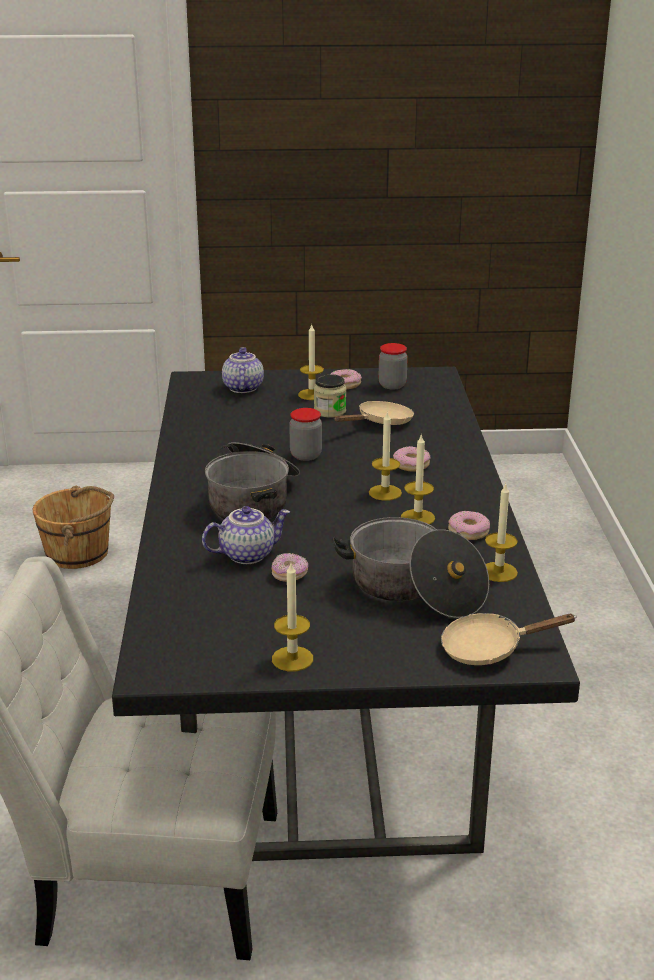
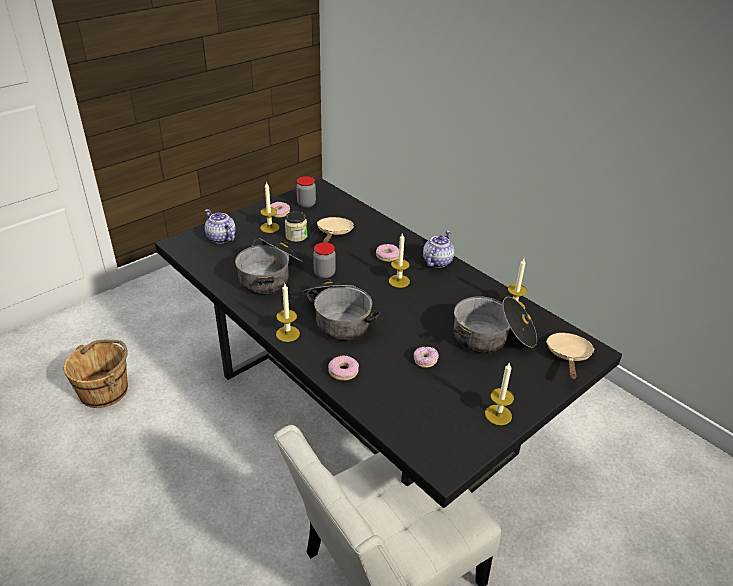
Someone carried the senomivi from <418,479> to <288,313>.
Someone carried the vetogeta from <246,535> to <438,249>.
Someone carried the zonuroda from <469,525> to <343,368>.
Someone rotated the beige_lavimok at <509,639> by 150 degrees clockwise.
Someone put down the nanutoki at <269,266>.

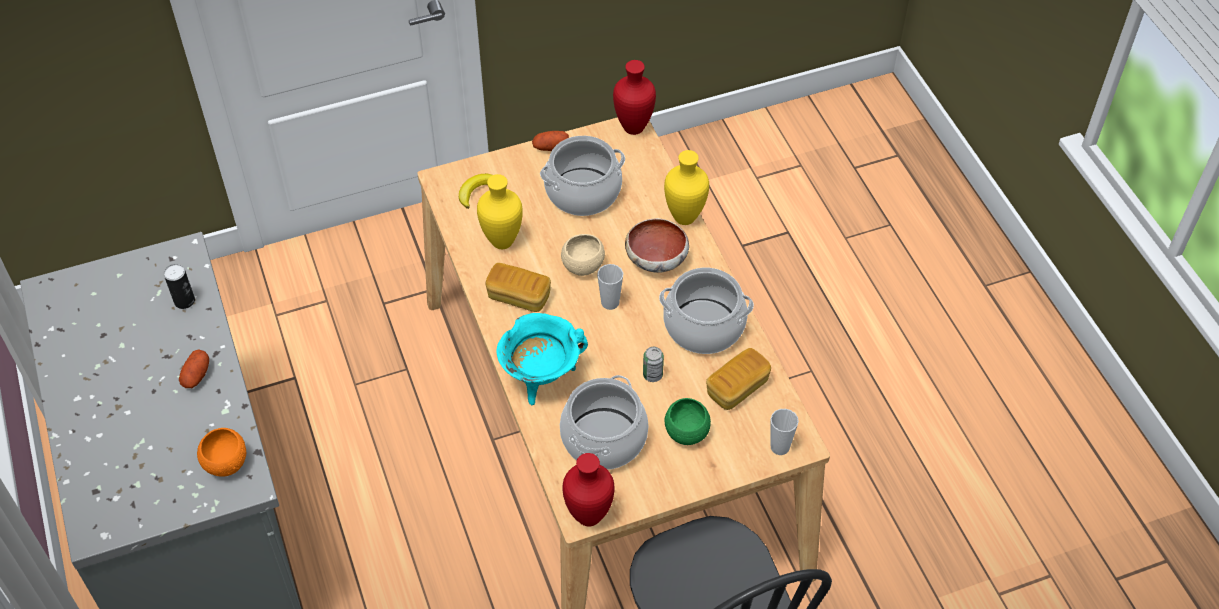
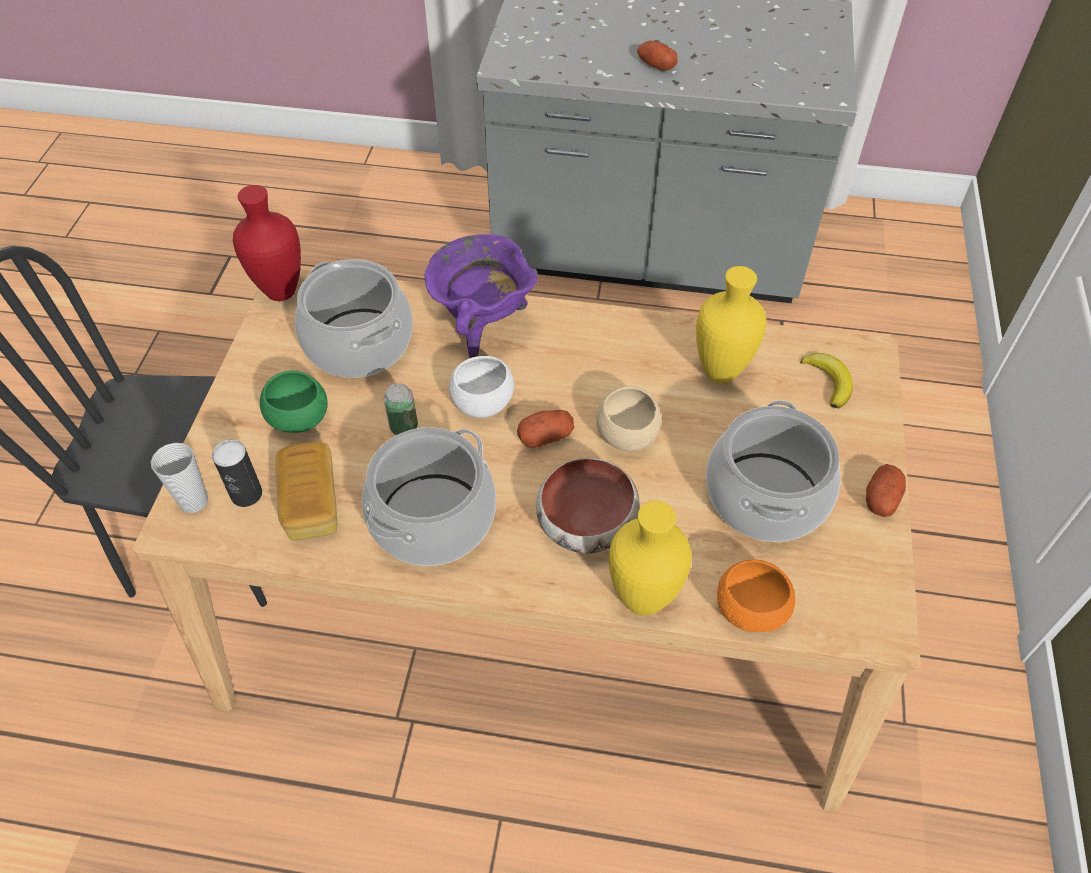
Someone took away the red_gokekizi at <634,97>.
Someone took away the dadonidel at <518,287>.
Someone carried the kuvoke from <179,286> to <237,473>.
Someone swapped the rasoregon at <610,287> for the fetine at <545,429>.
Someone repainted the turquoise_nanutoki at <542,359>, which became the purple_nanutoki at <481,296>.
Someone carried the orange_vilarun from <221,452> to <756,596>.
Someone put down the white_vilarun at <481,387>.

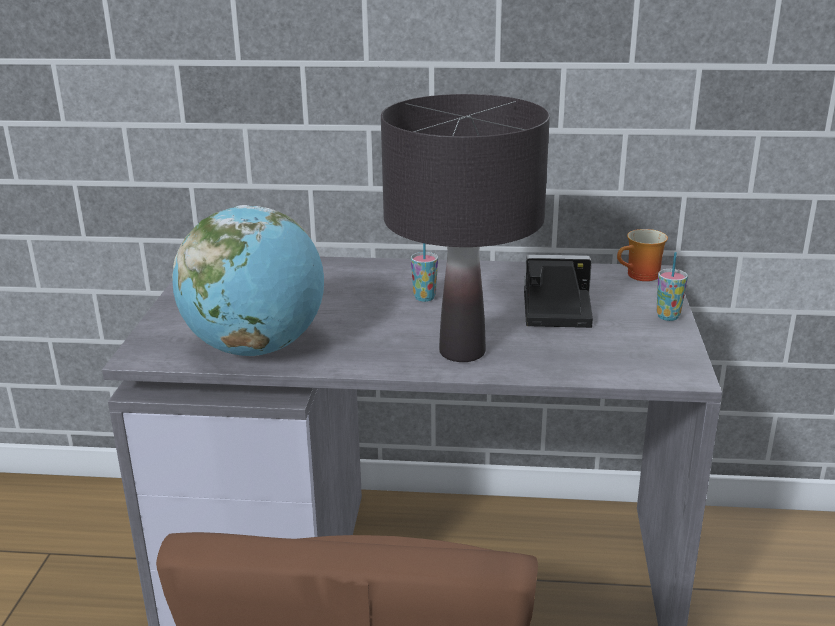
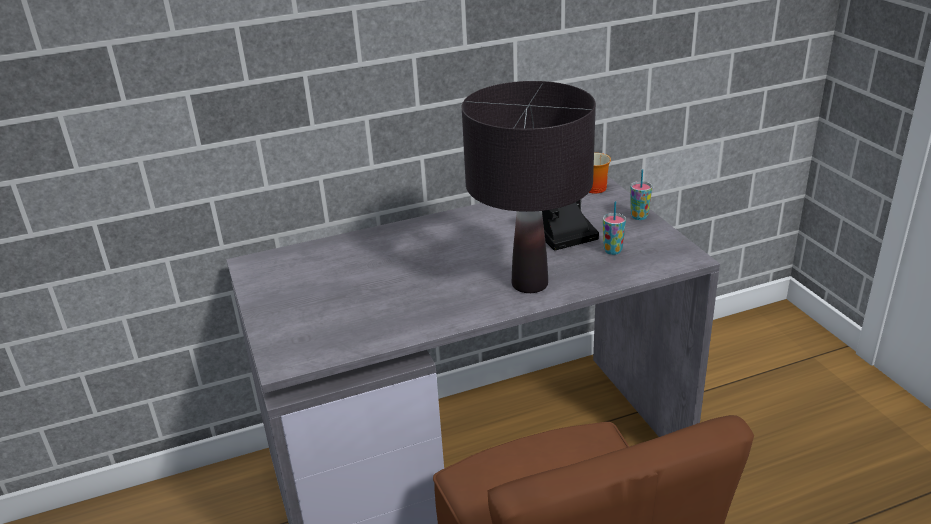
Someone took away the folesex at <248,280>.
Someone carried the rasoregon from <424,272> to <614,228>.

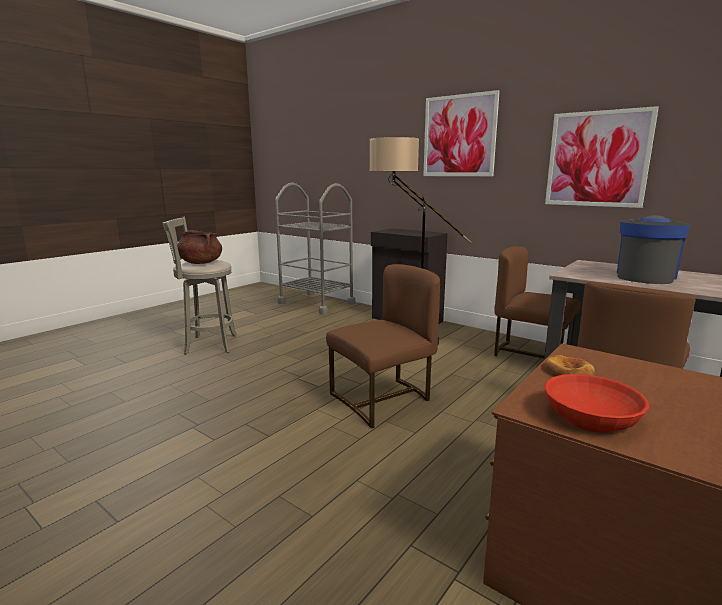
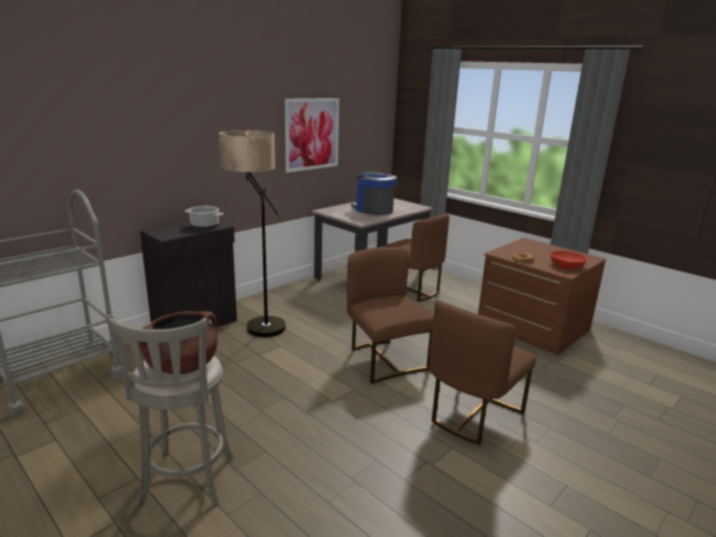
Someone took away the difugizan at <461,133>.
Someone carried the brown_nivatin from <537,302> to <482,372>.
Someone put down the nanutoki at <204,217>.

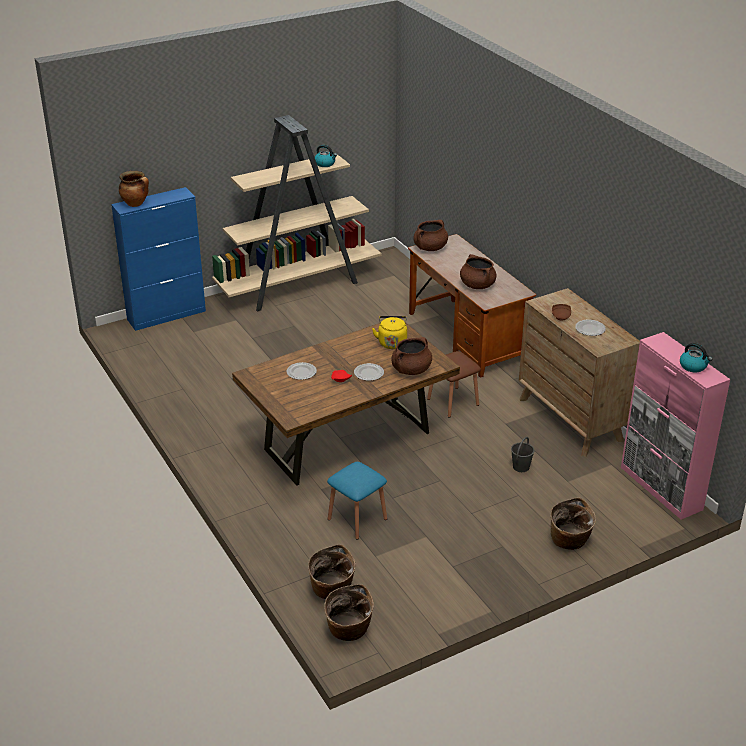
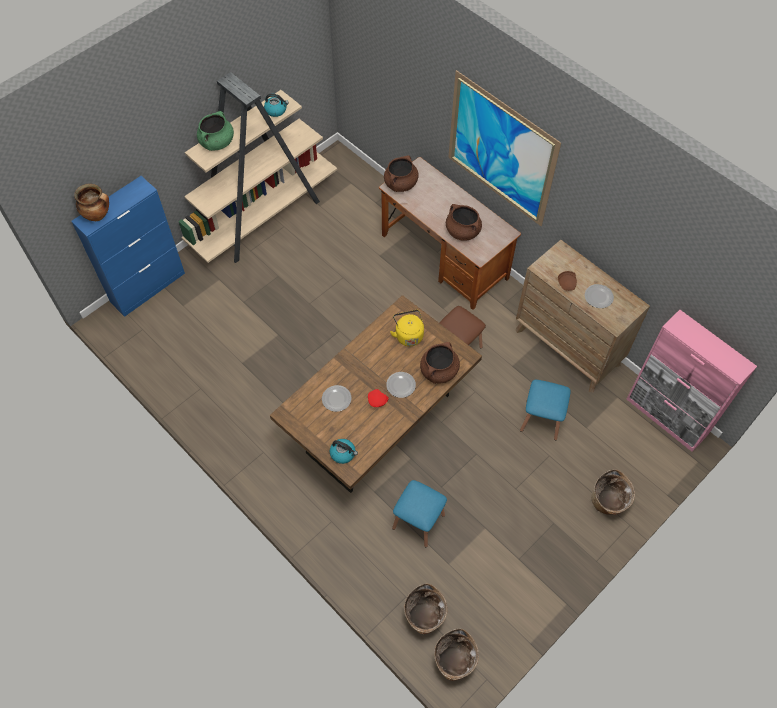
Someone carried the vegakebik from <696,358> to <344,451>.
Someone swapped the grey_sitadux at <523,454> for the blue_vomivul at <545,410>.
Someone put up the difugizan at <504,148>.
Someone put down the green_nanutoki at <215,131>.

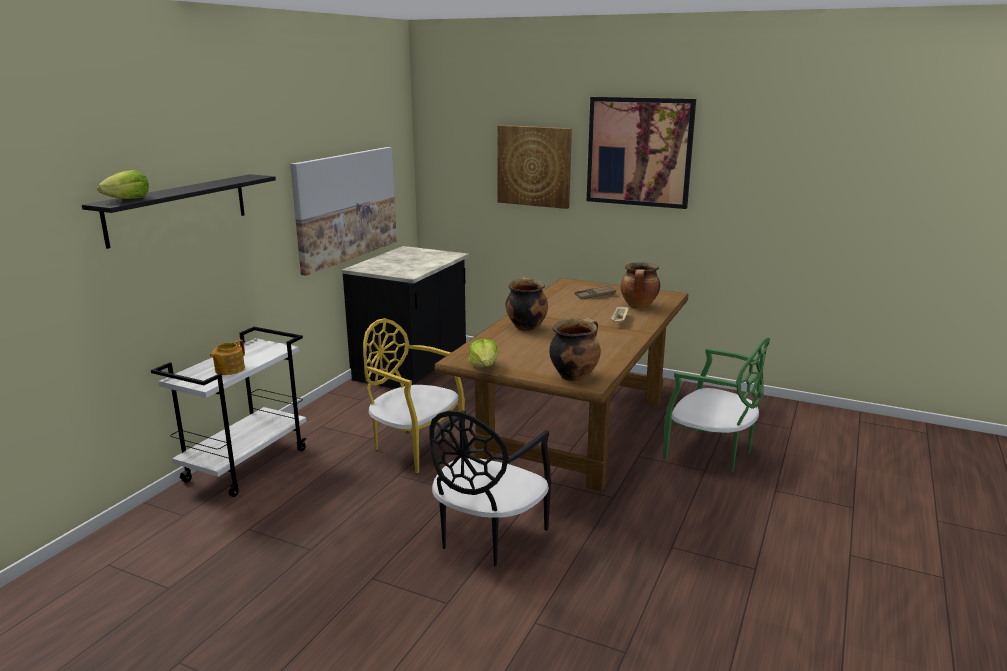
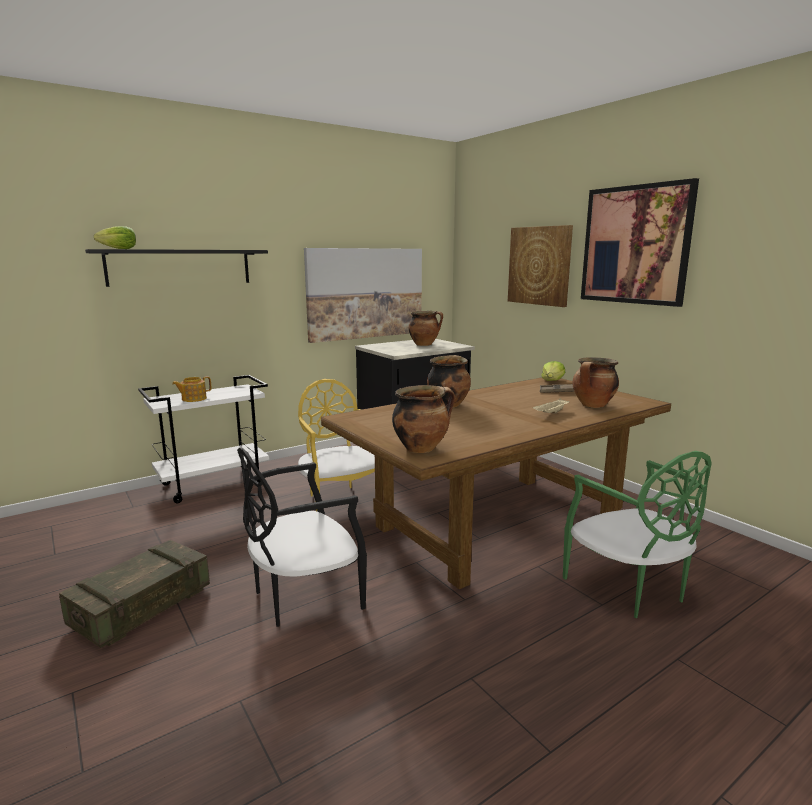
Someone carried the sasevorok from <483,353> to <553,371>.
Someone put down the nanutoki at <425,328>.
Someone put down the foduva at <134,594>.

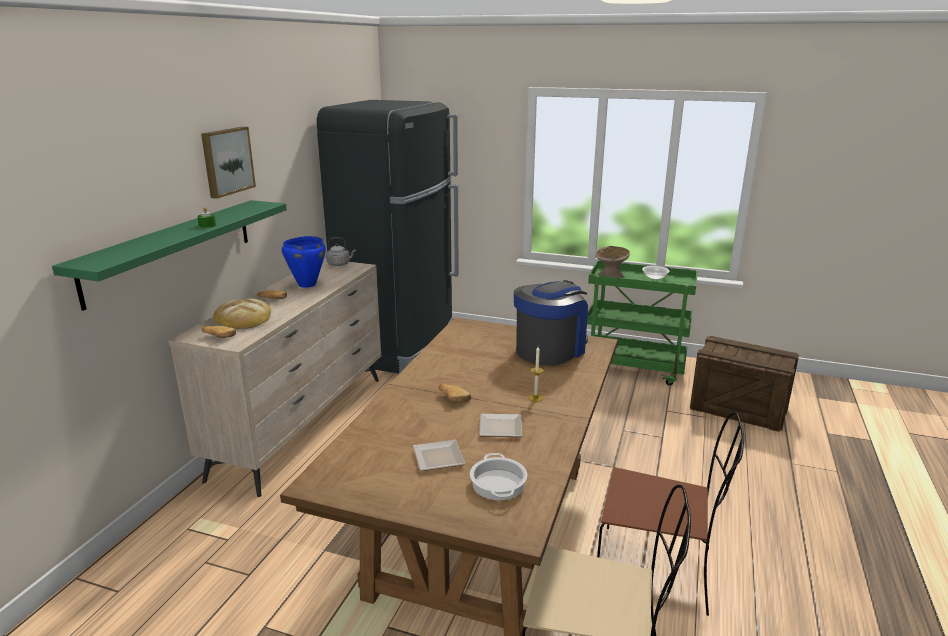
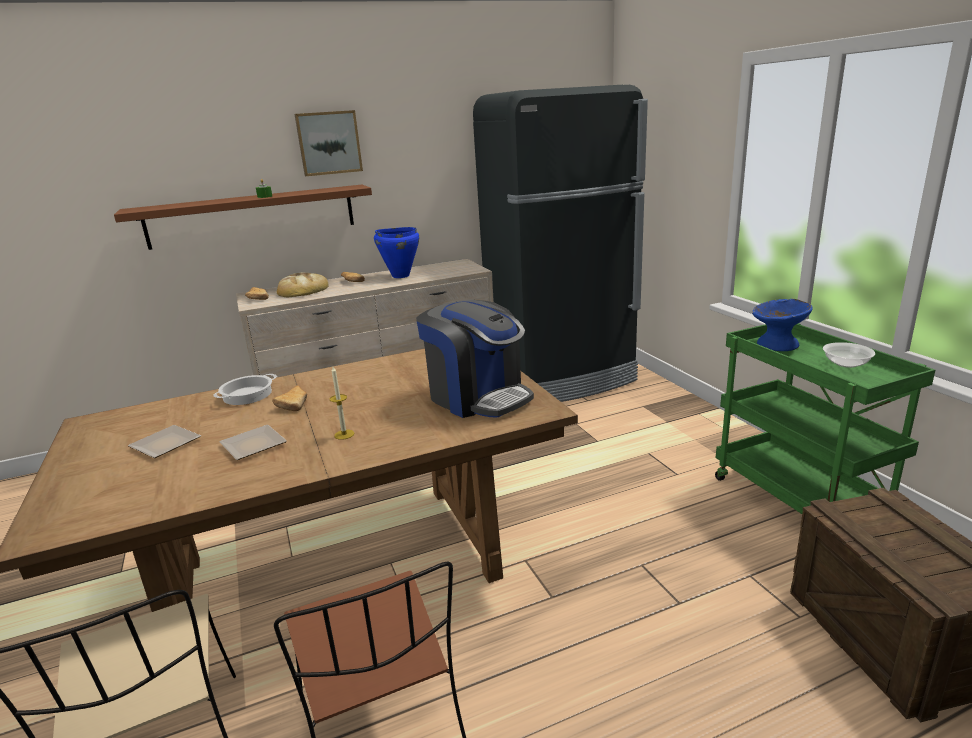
Someone repainted the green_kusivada at <169,255>, which became the brown_kusivada at <243,217>.
Someone took away the grey_vegakebik at <341,251>.
Someone repainted the beige_vilarun at <612,262>, which became the blue_vilarun at <782,325>.
Someone rotated the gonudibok at <551,323> by 45 degrees clockwise.
Someone carried the nanutoki from <498,476> to <245,389>.

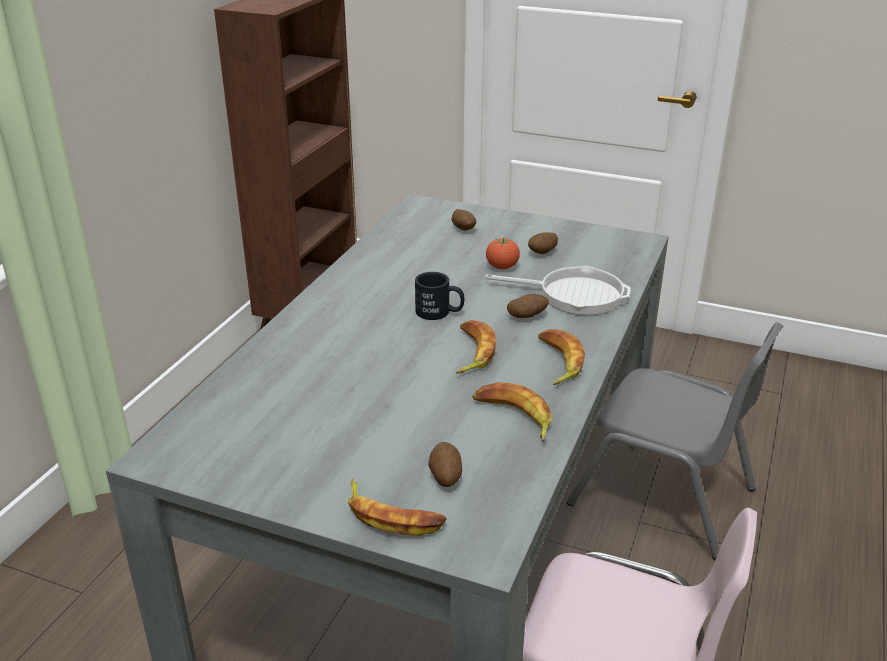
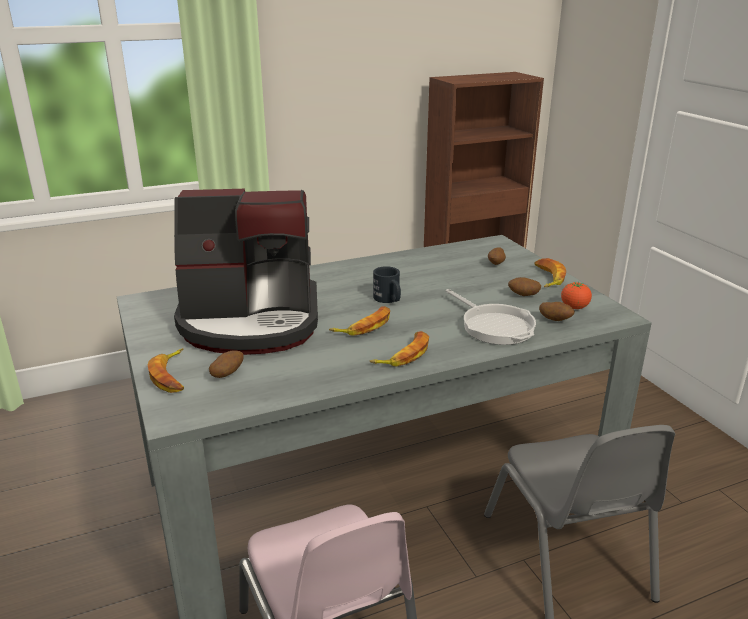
Someone carried the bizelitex from <503,253> to <576,295>.
Someone carried the fetine from <528,306> to <557,311>.
Someone carried the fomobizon from <512,412> to <550,272>.
Someone put down the gonudibok at <246,272>.

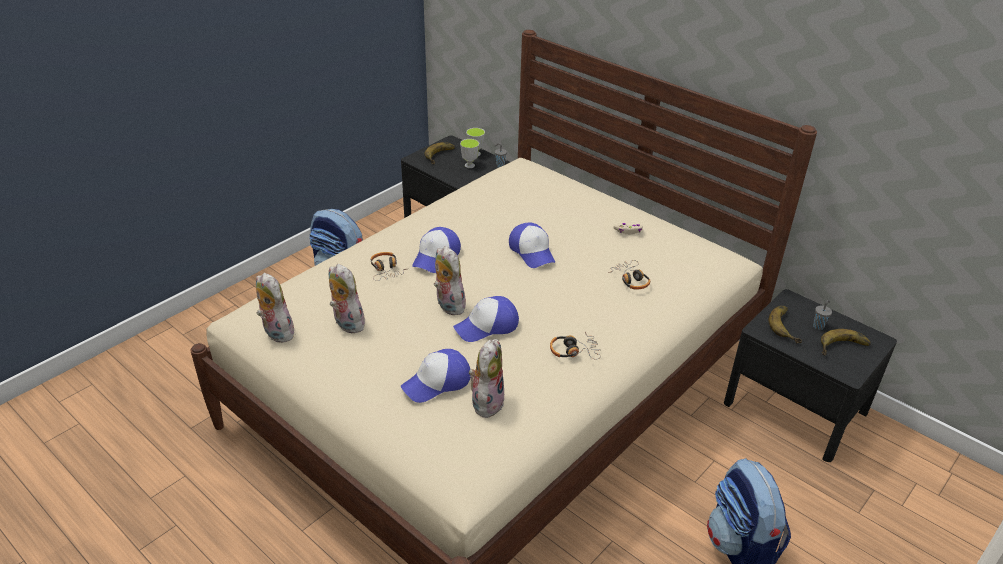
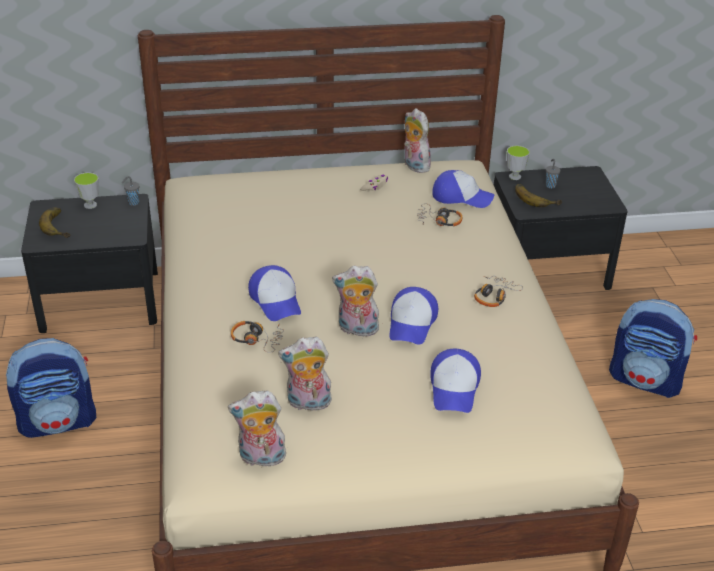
Someone carried the rasoregon from <469,153> to <518,162>.
Someone carried the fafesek from <532,245> to <463,189>.
Someone took away the fomobizon at <846,342>.
Someone carried the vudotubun from <487,378> to <417,140>.

